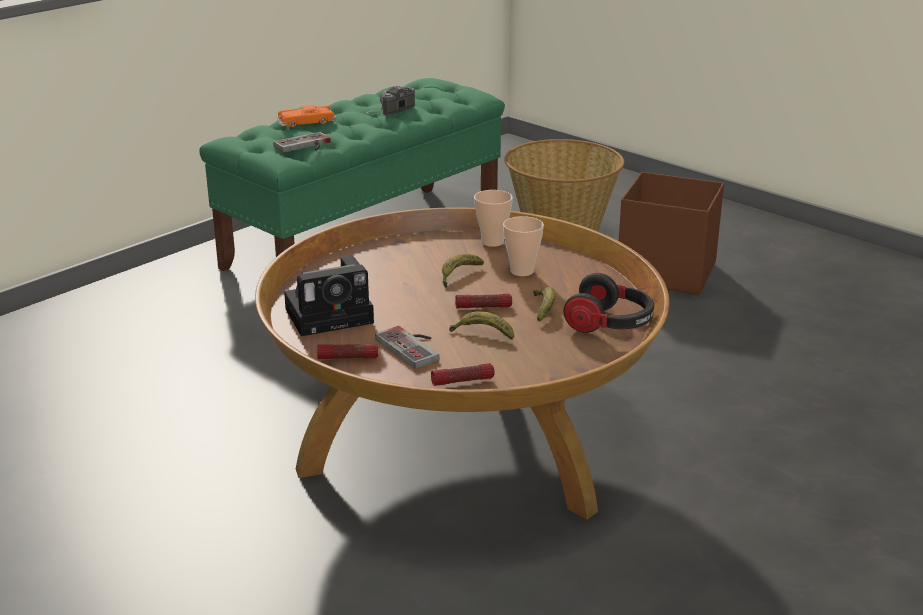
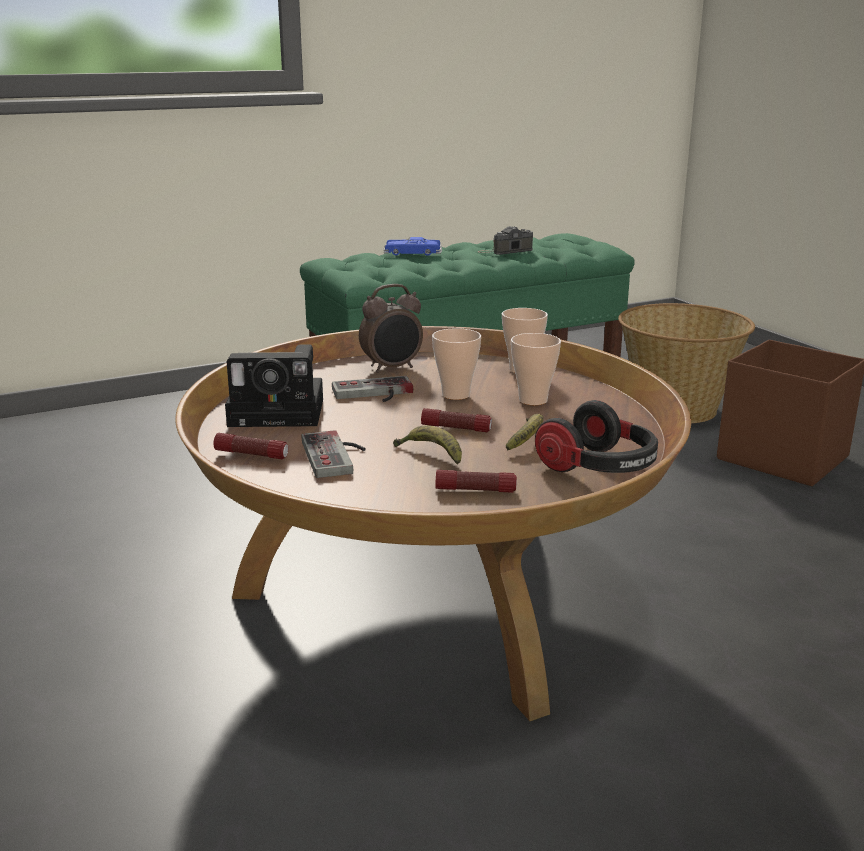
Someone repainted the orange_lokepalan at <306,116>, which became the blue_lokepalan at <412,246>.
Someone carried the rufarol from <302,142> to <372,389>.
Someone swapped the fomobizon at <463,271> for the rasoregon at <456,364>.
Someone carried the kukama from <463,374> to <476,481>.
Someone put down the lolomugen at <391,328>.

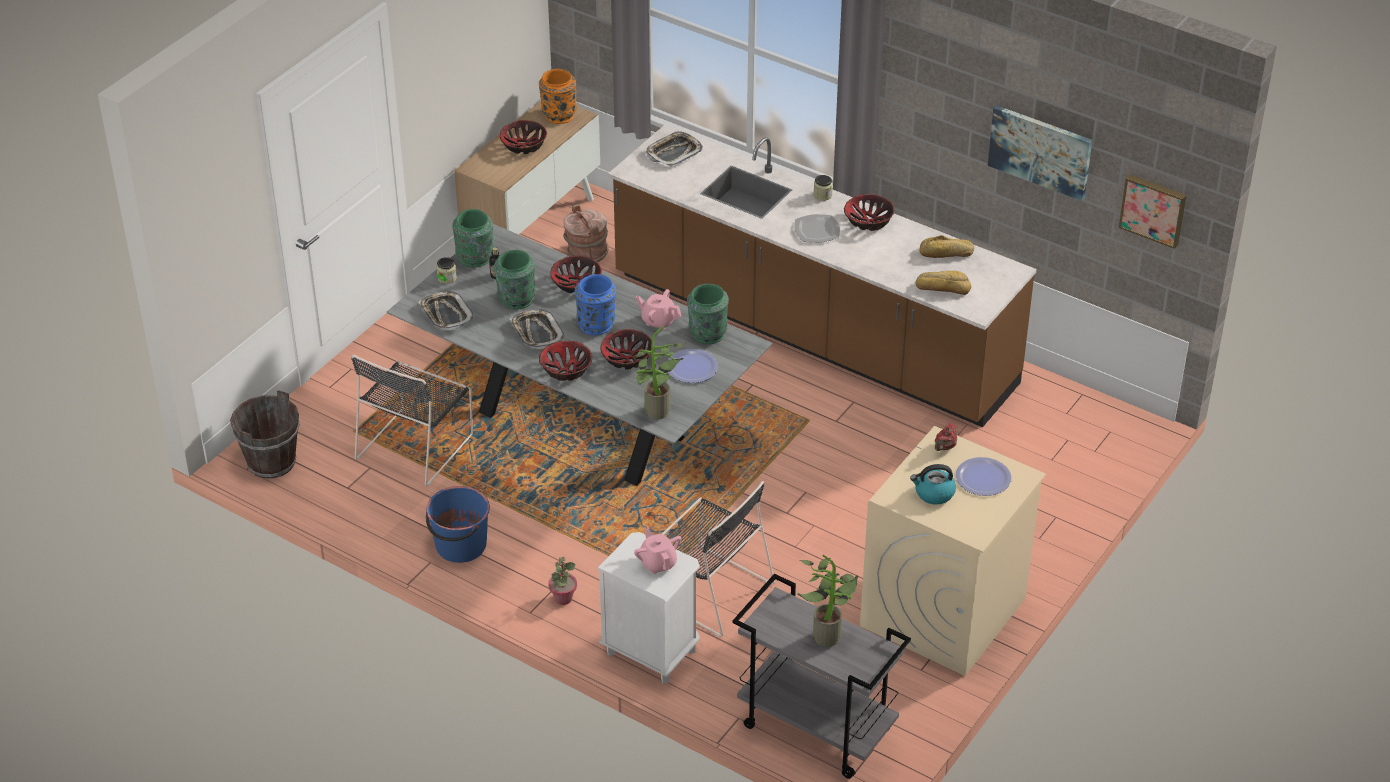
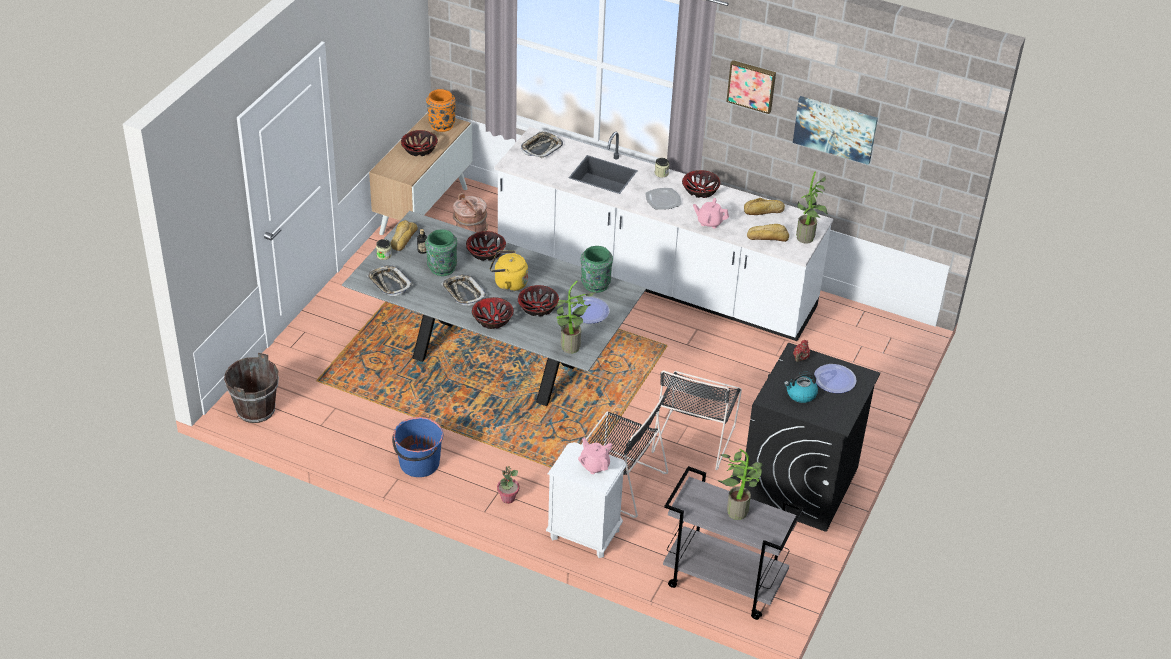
Someone repainted the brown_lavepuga at <822,275>, which became the white_lavepuga at <663,234>.
Someone carried the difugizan from <1152,211> to <751,87>.
Someone swapped the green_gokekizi at <472,238> for the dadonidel at <404,235>.
Someone swapped the blue_gokekizi at <595,304> for the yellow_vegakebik at <509,271>.
Someone carried the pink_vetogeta from <658,309> to <711,213>.
Someone carried the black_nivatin from <412,420> to <696,420>.
Someone repainted the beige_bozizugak at <953,551>, which became the black_bozizugak at <812,437>.
Someone put down the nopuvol at <812,207>.

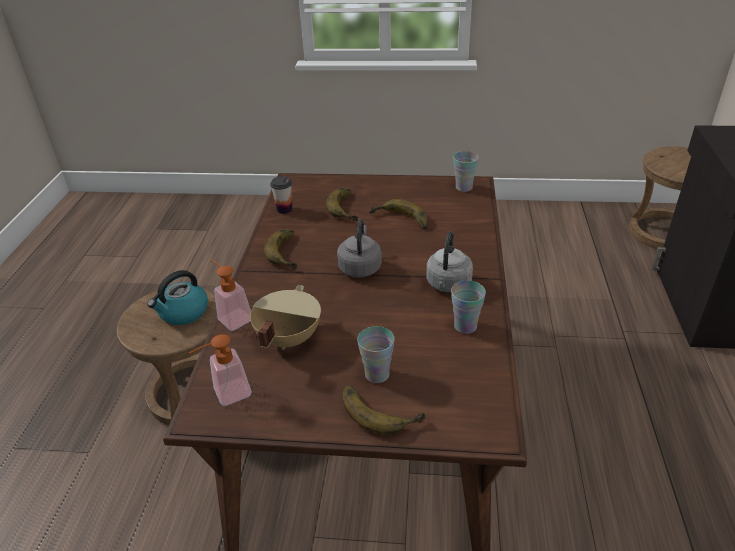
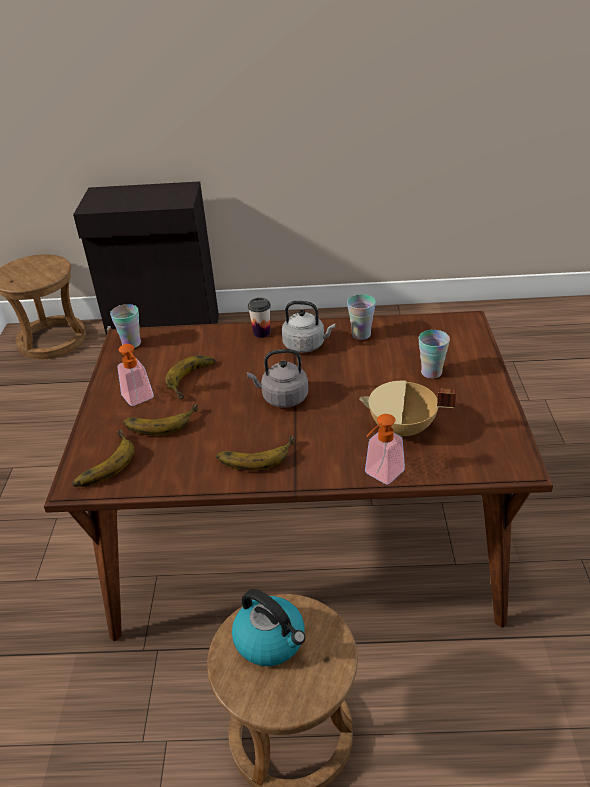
Someone carried the rasoregon from <281,195> to <259,318>.
Someone carried the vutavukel from <220,370> to <135,375>.
Someone carried the fomobizon from <384,409> to <103,458>.

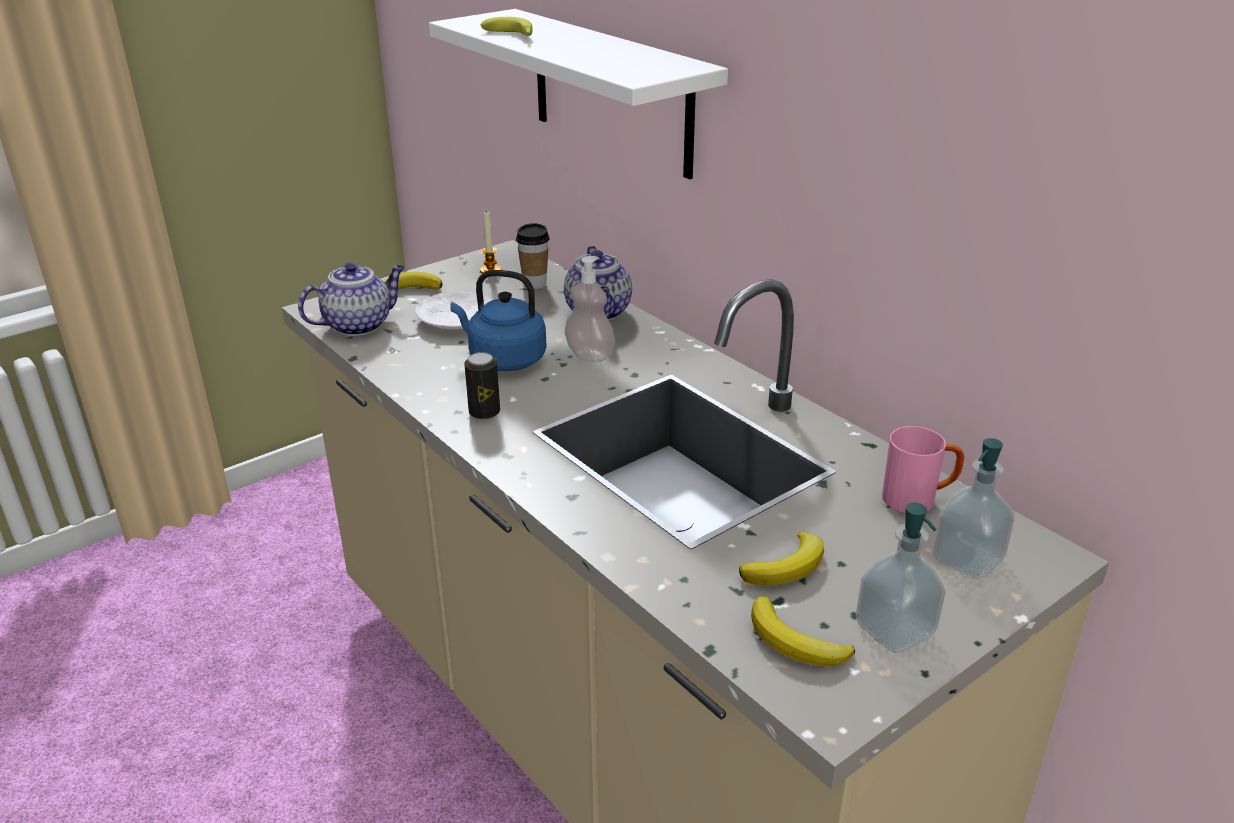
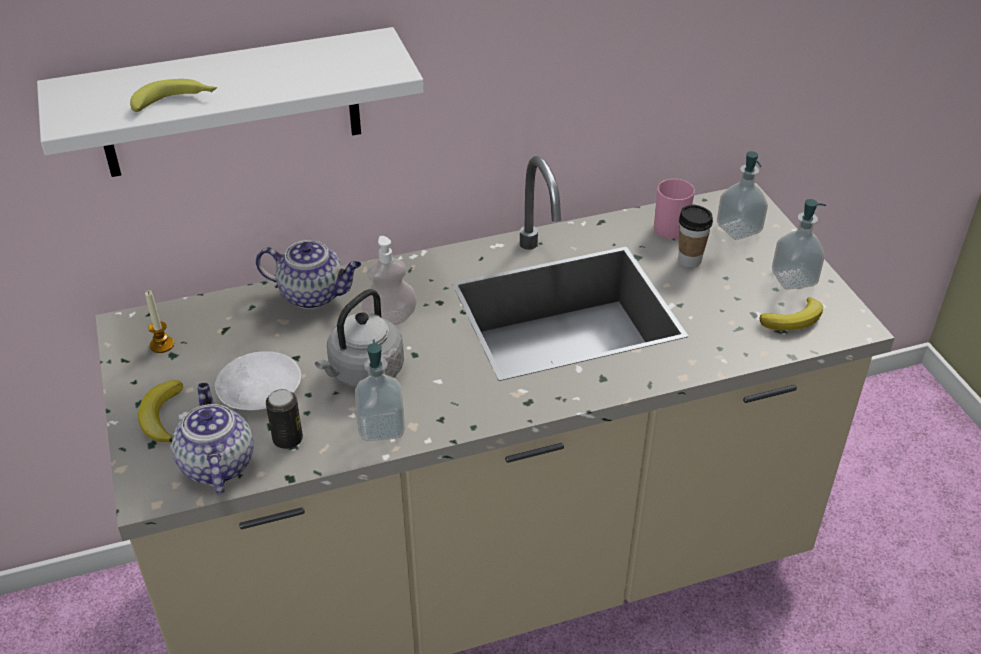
Someone carried the rasoregon from <533,256> to <695,235>.
Someone repainted the blue_vegakebik at <498,320>, which became the grey_vegakebik at <359,338>.
Someone carried the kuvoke from <482,386> to <284,419>.
Someone took away the fomobizon at <781,559>.
Someone put down the vutavukel at <380,390>.

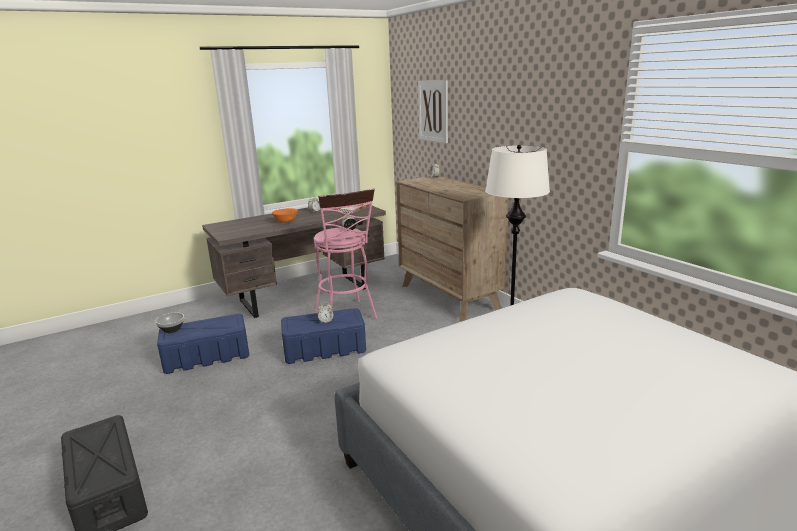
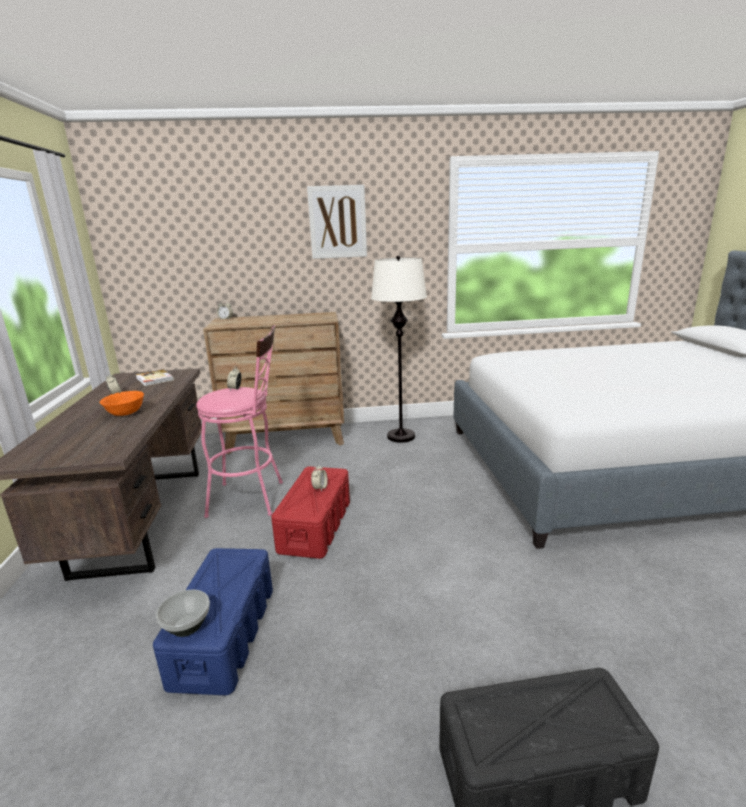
Someone carried the difugizan from <433,112> to <337,222>.
Someone repainted the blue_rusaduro at <323,336>, which became the red_rusaduro at <310,513>.

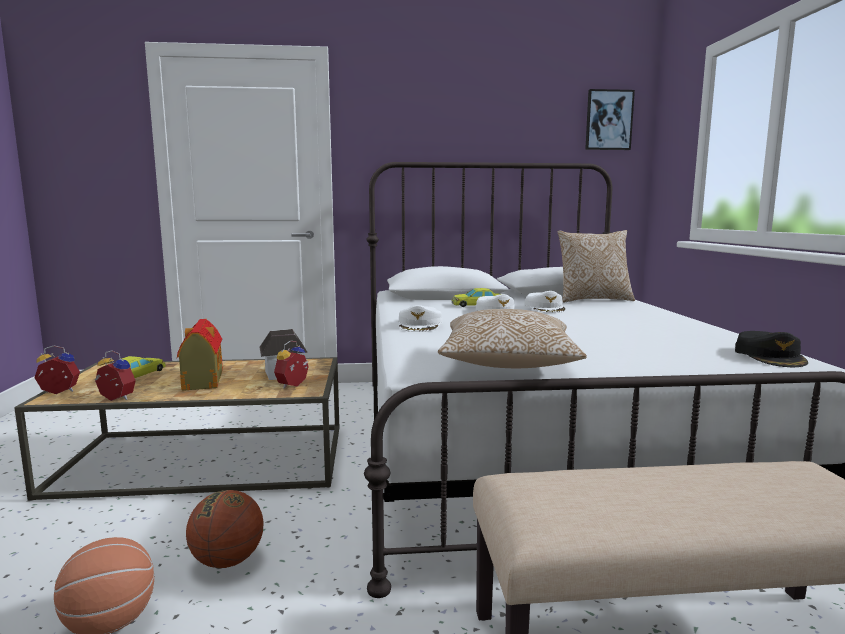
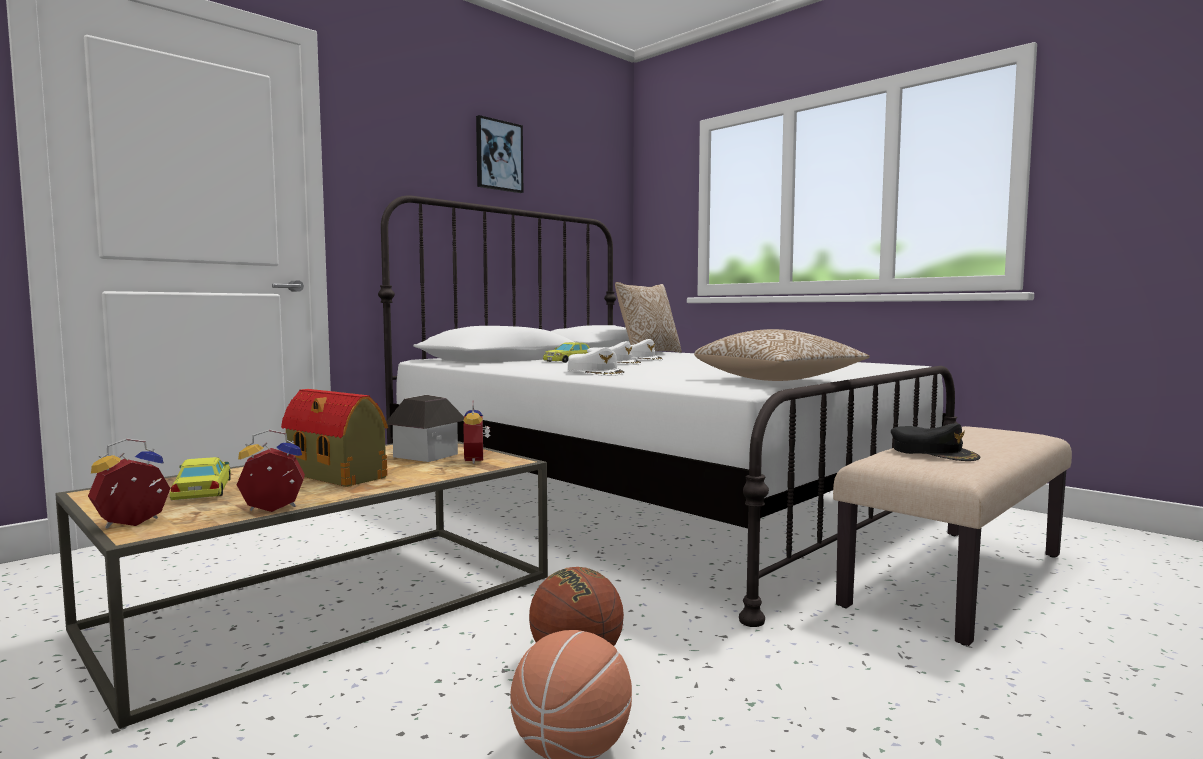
Someone carried the difugizan from <610,119> to <499,154>.
Someone carried the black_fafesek from <771,349> to <936,442>.

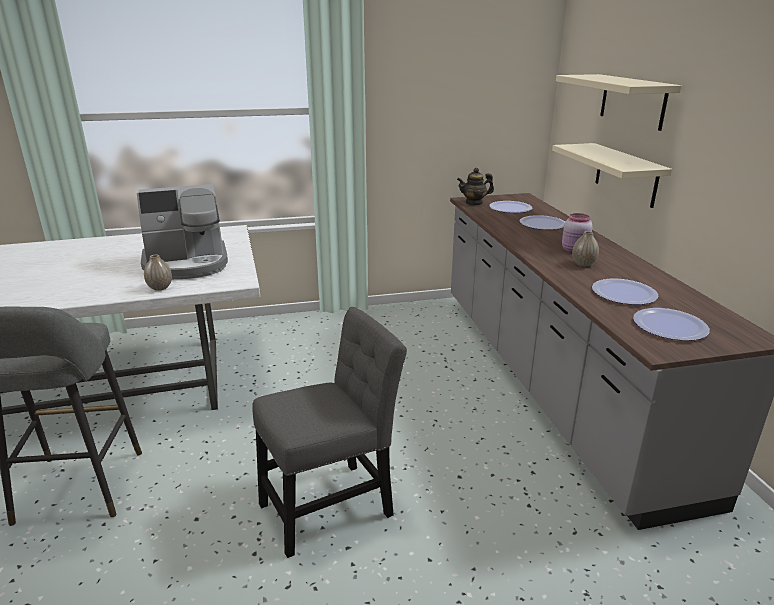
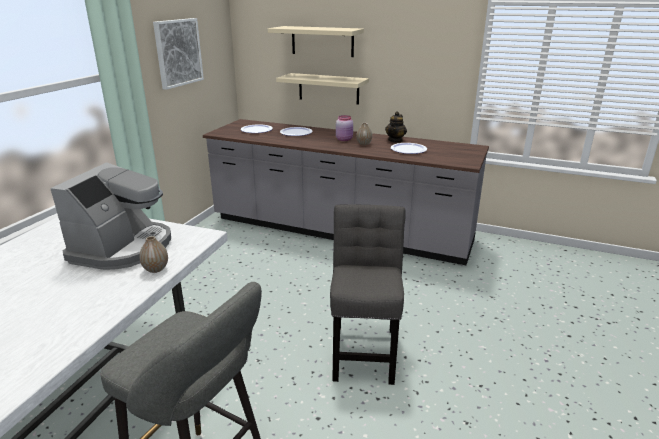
Someone carried the vetogeta from <475,186> to <396,127>.
Someone took away the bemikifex at <671,324>.
Someone put up the difugizan at <178,54>.

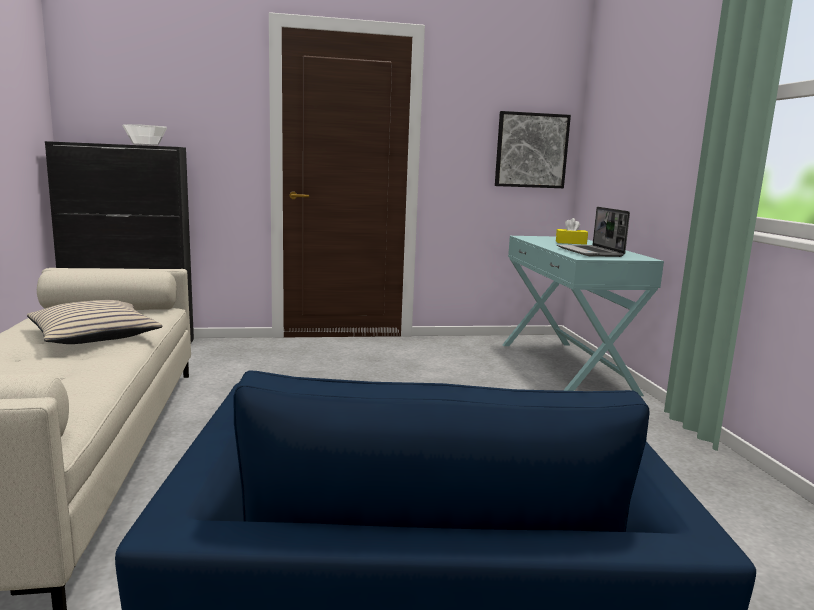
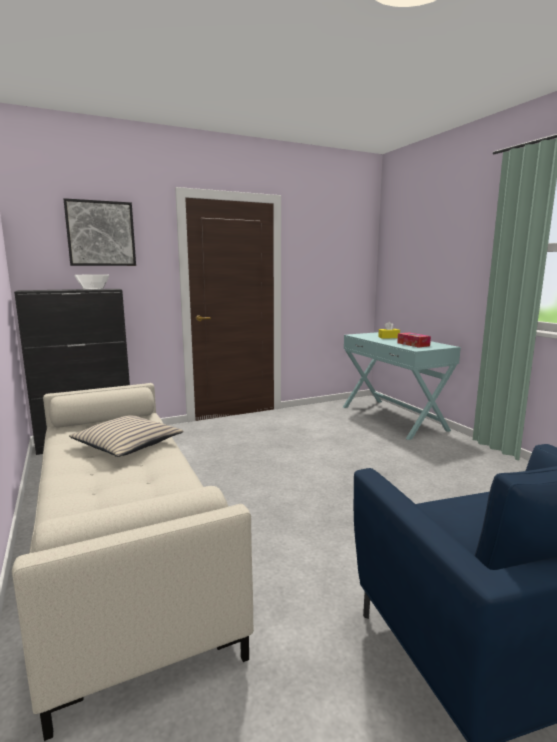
Someone carried the difugizan from <533,149> to <99,232>.
Someone swapped the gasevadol at <593,232> for the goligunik at <414,340>.

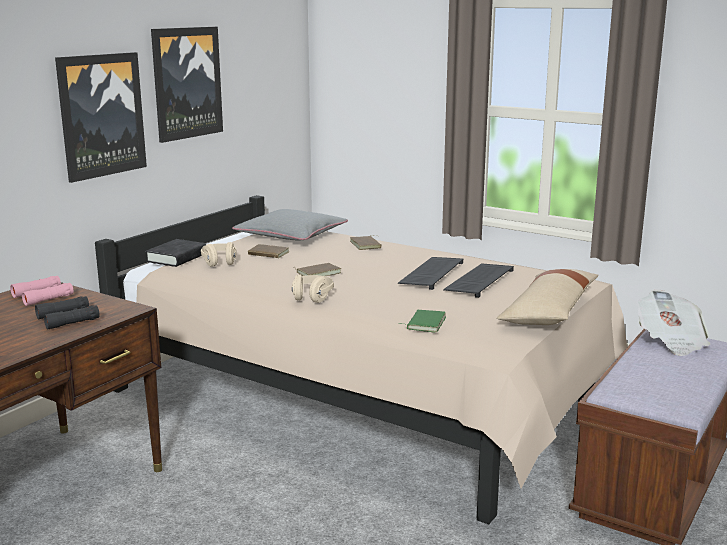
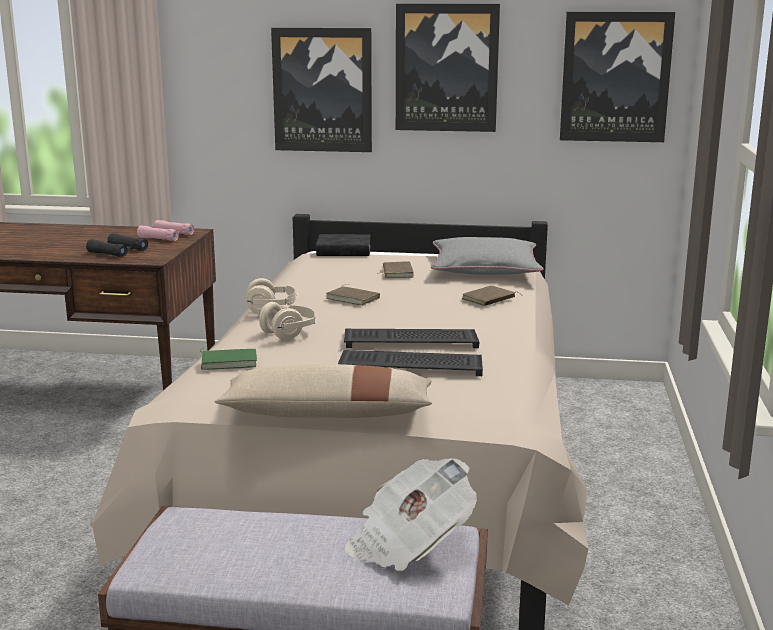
Someone carried the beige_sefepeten from <219,254> to <287,321>.
Someone put up the difugizan at <617,77>.

